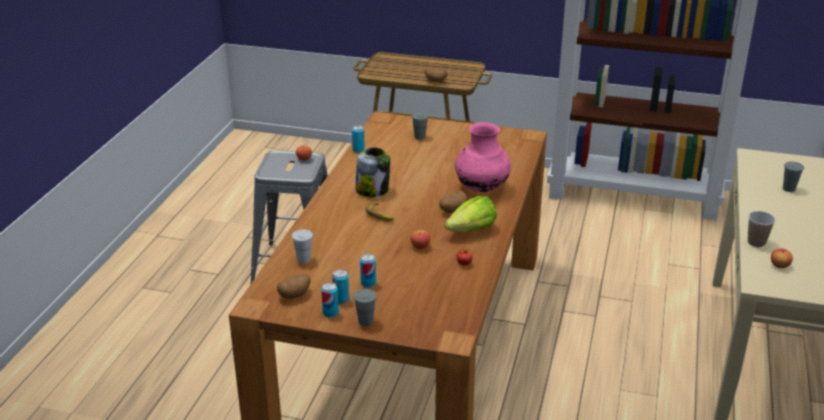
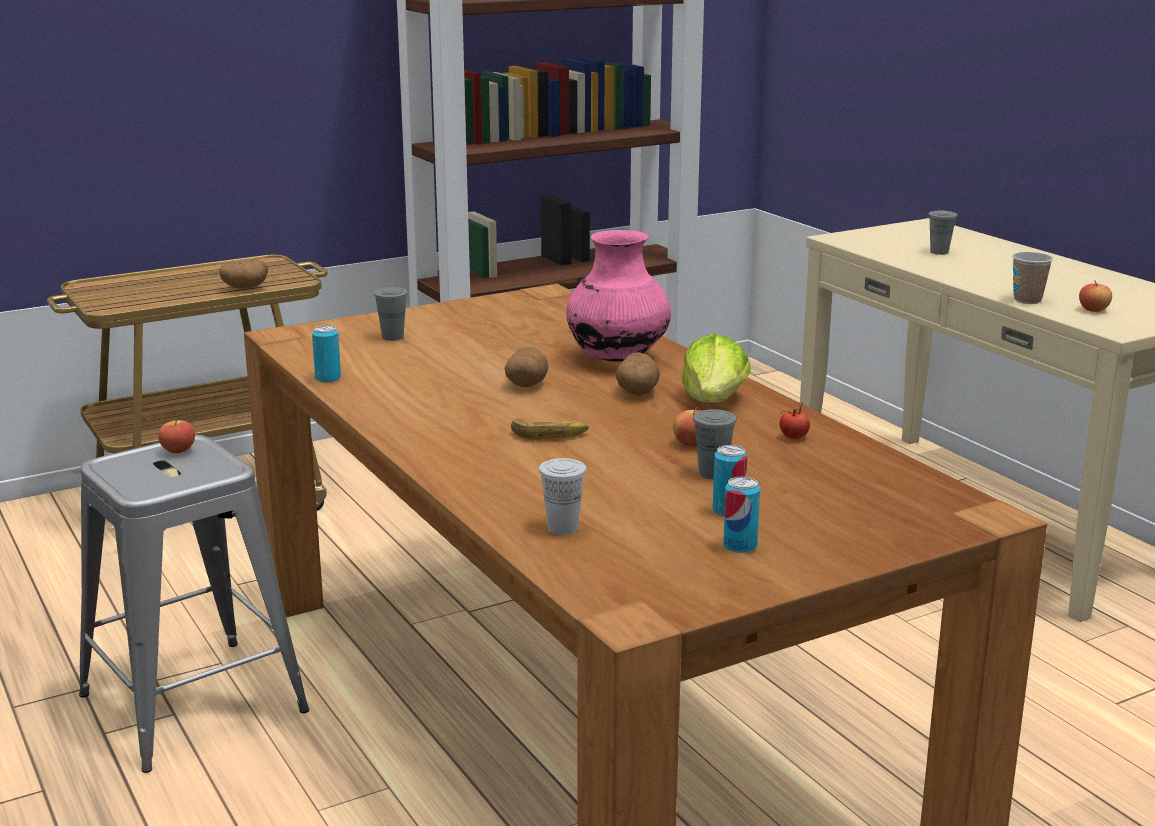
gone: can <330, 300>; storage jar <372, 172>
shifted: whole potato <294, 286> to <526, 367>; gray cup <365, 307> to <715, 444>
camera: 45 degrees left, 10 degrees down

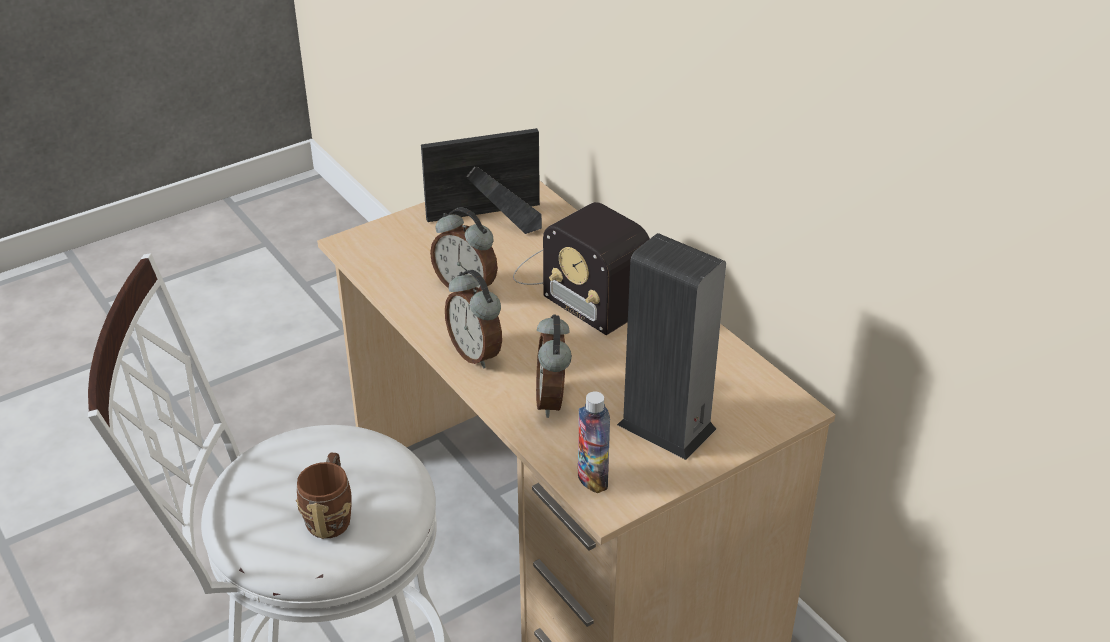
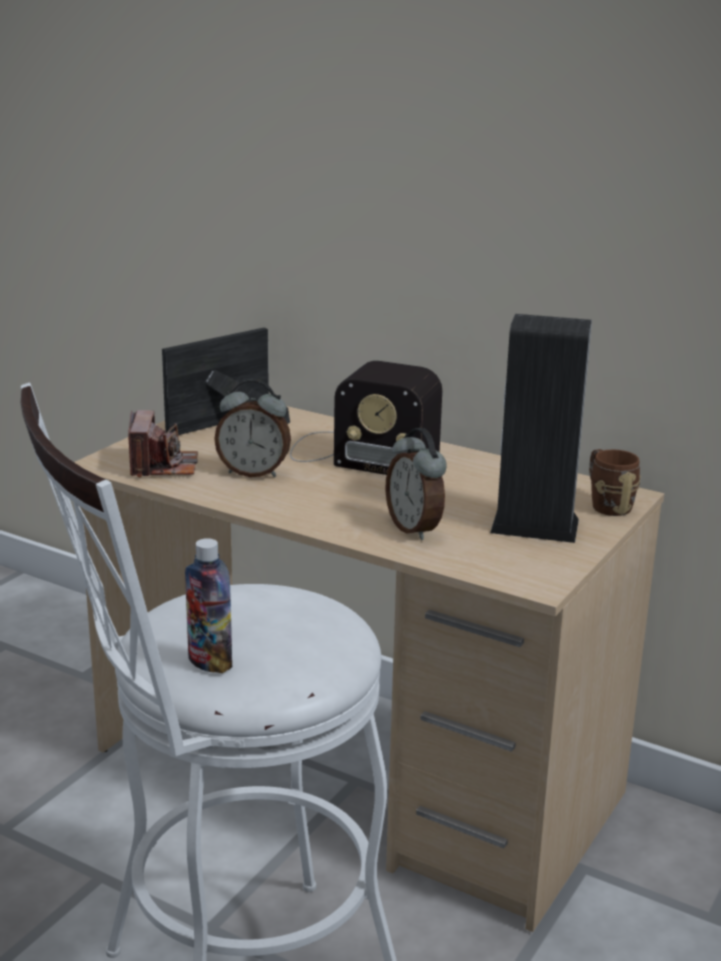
gone: bedside clock <473, 319>
new: still camera <163, 443>
shifted: brown-coloured tea mug <324, 496> to <615, 482>; beverage bottle <594, 442> to <208, 605>
camera: 25 degrees left, 15 degrees down

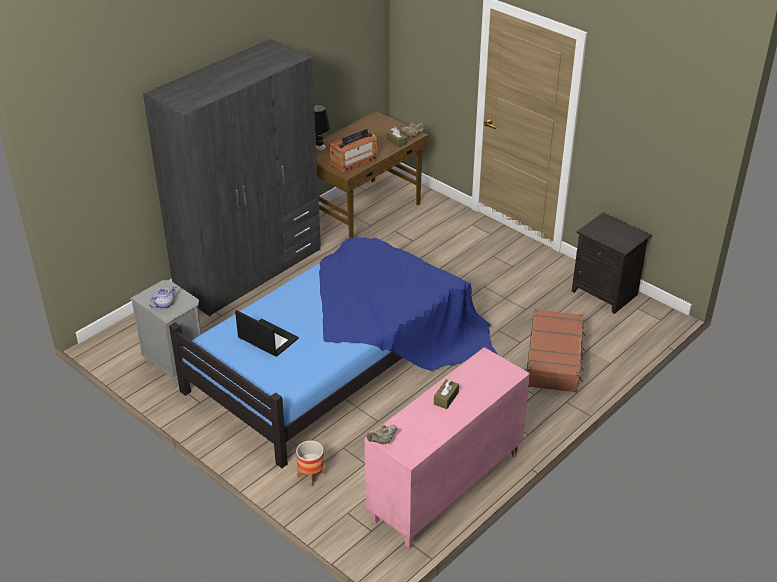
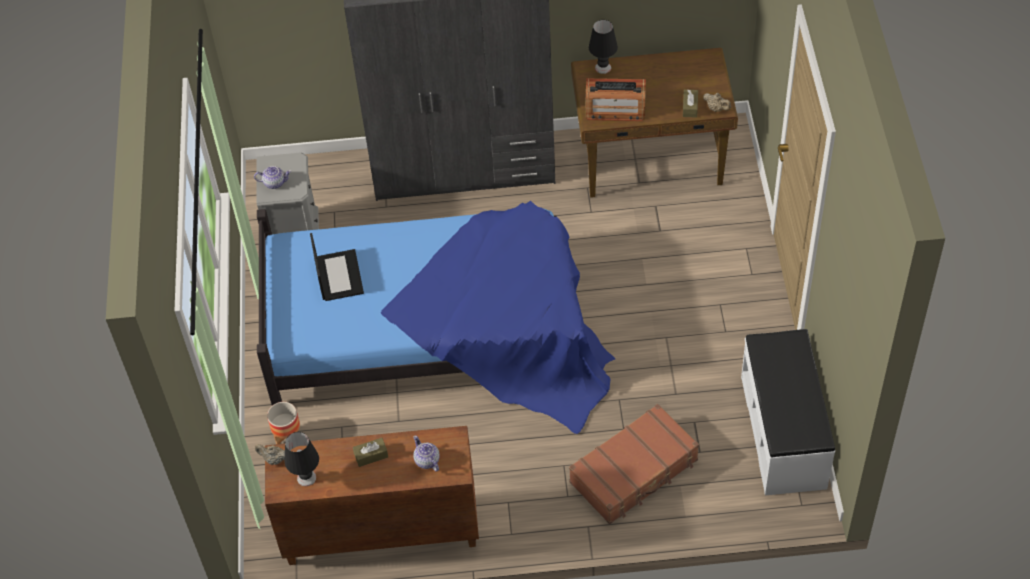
new: black tabletop lamp <302, 459>; teapot <426, 453>
swapped: black night table <611, 263> to white indoor bench <788, 412>
repainted: pink-coloured cupboard <447, 448> to brown-coloured cupboard <372, 495>
camera: 45 degrees right, 15 degrees up

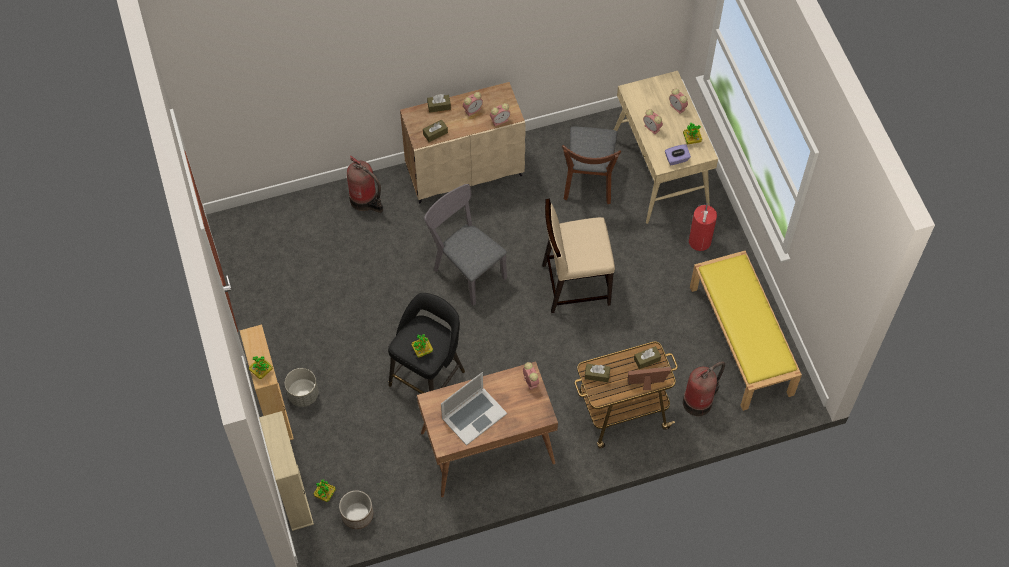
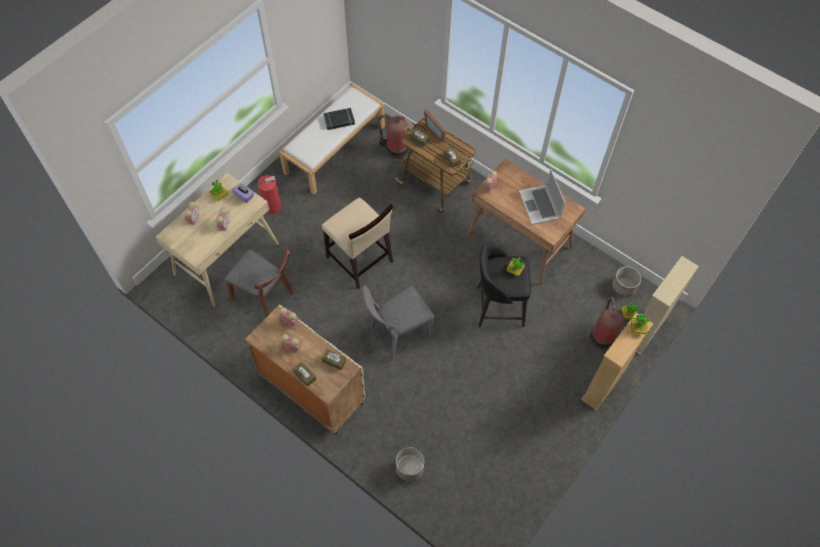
new: black bound book <339, 119>
shifted: gray plant pot <301, 387> to <410, 464>; fire extinguisher <365, 184> to <606, 323>
repainted: yellowish indoor bench <746, 331> to white indoor bench <332, 139>
rotated: gray plain chair <465, 245> = <398, 322> 45 degrees clockwise; notebook computer <474, 409> = <542, 197> 120 degrees counterclockwise; brown-coloured plain chair <591, 165> = <259, 282> 60 degrees clockwise
camera: 125 degrees left, 0 degrees up

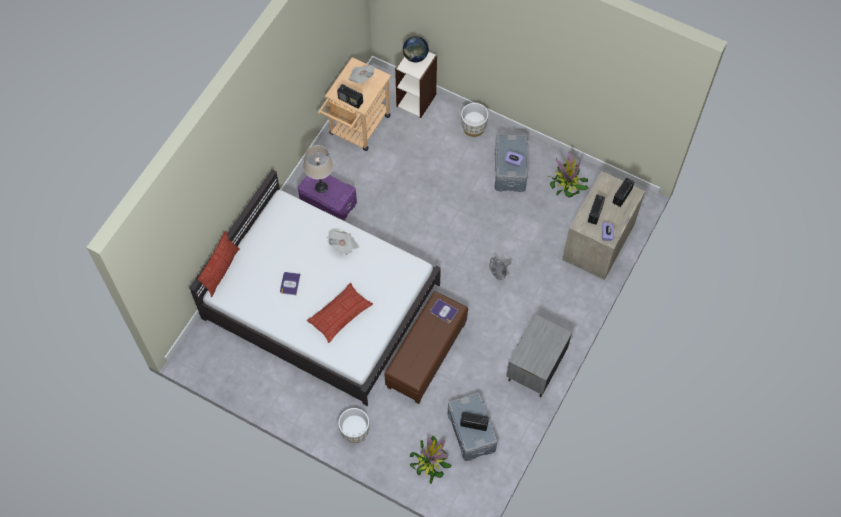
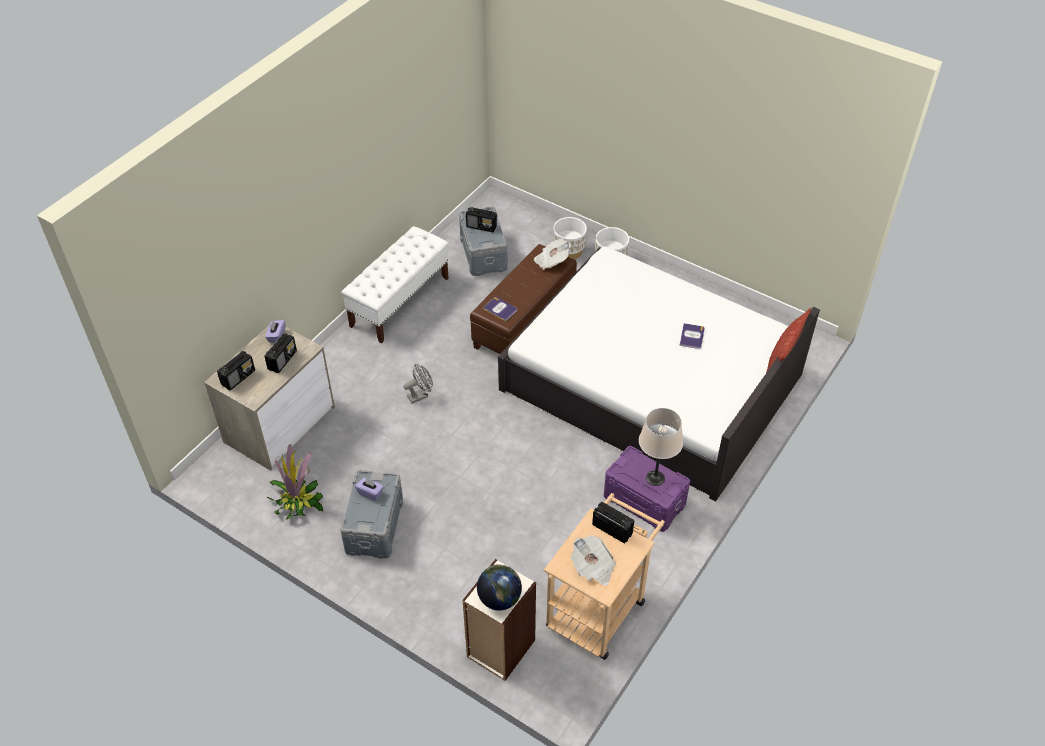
gone: cushion <340, 313>; potted plant <430, 459>
shifted: newspaper <343, 242> to <552, 254>; white plant pot <474, 120> to <570, 238>
swapped: gray night table <539, 355> to white indoor bench <395, 285>
camera: 175 degrees left, 15 degrees down

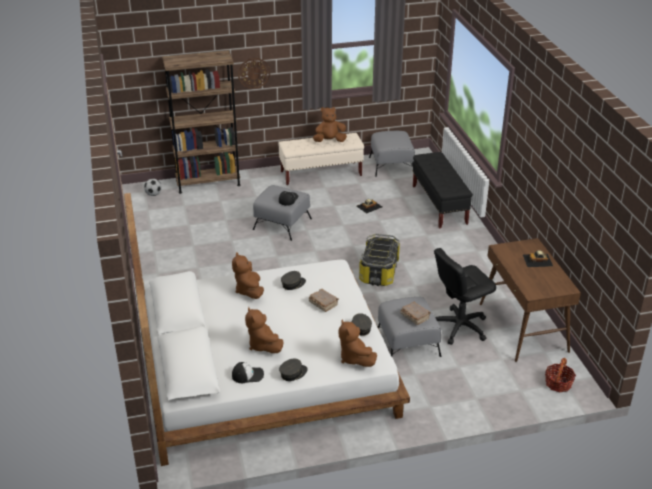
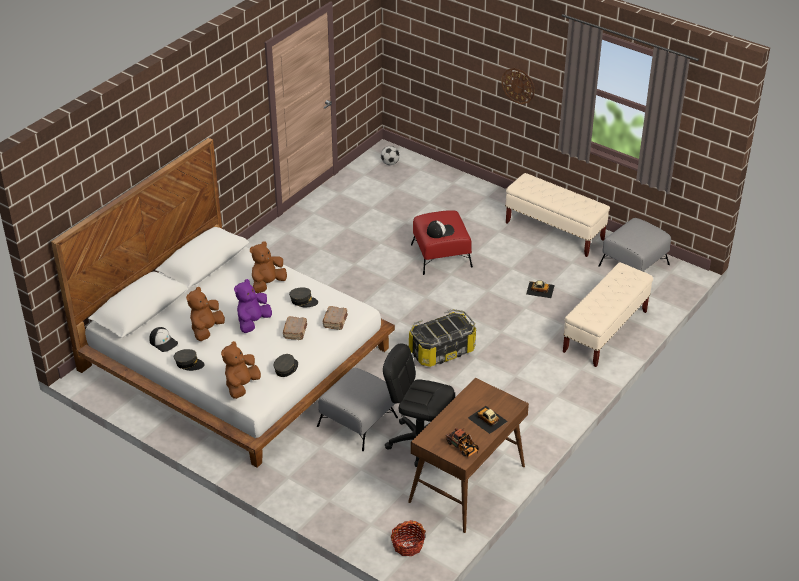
gone: brown-coloured bookshelf <201, 122>; brown-coloured soft toy <330, 124>
new: purple soft toy <253, 306>; model truck <462, 442>
shifted: brown-coloured bound book <415, 313> to <335, 318>
repainted: gray pouffe <282, 213> to red pouffe <442, 242>; black indoor bench <443, 190> to beige indoor bench <608, 315>
camera: 50 degrees right, 5 degrees up

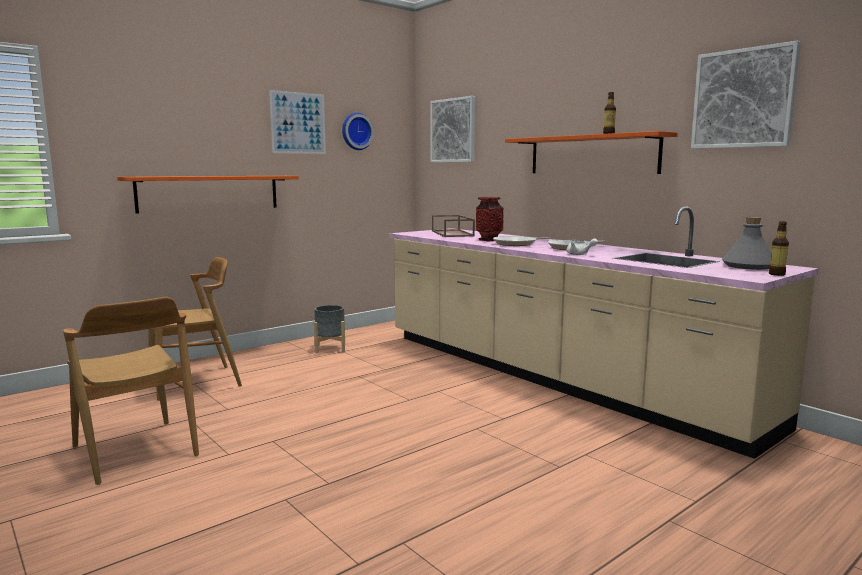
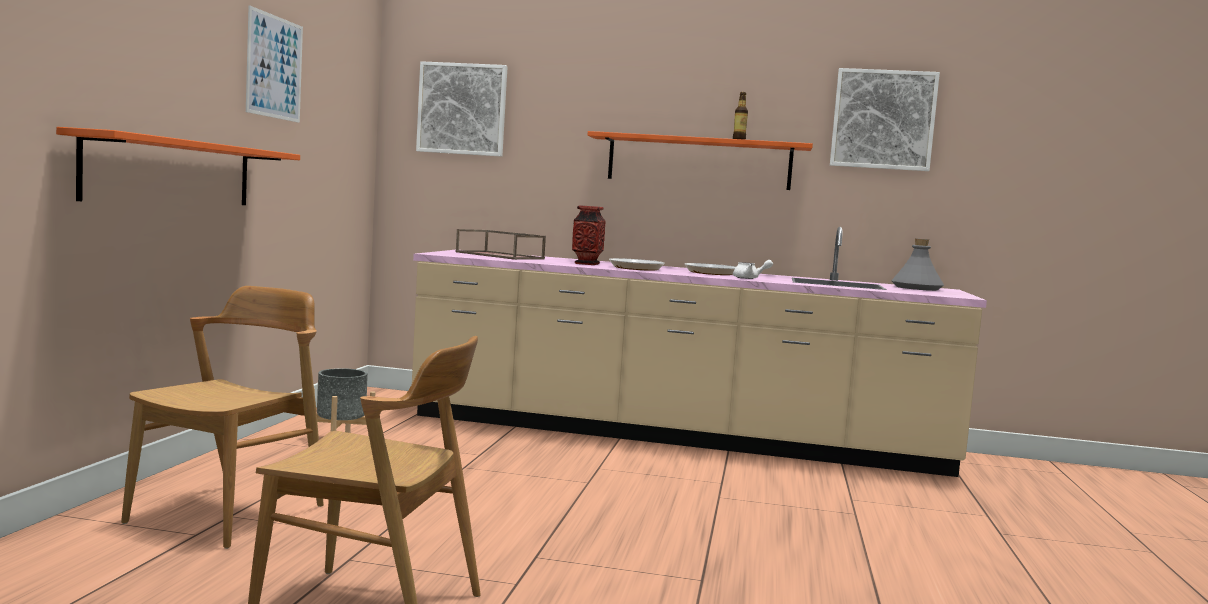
gone: wall clock <358, 131>; beverage bottle <779, 248>
camera: 40 degrees left, 5 degrees down

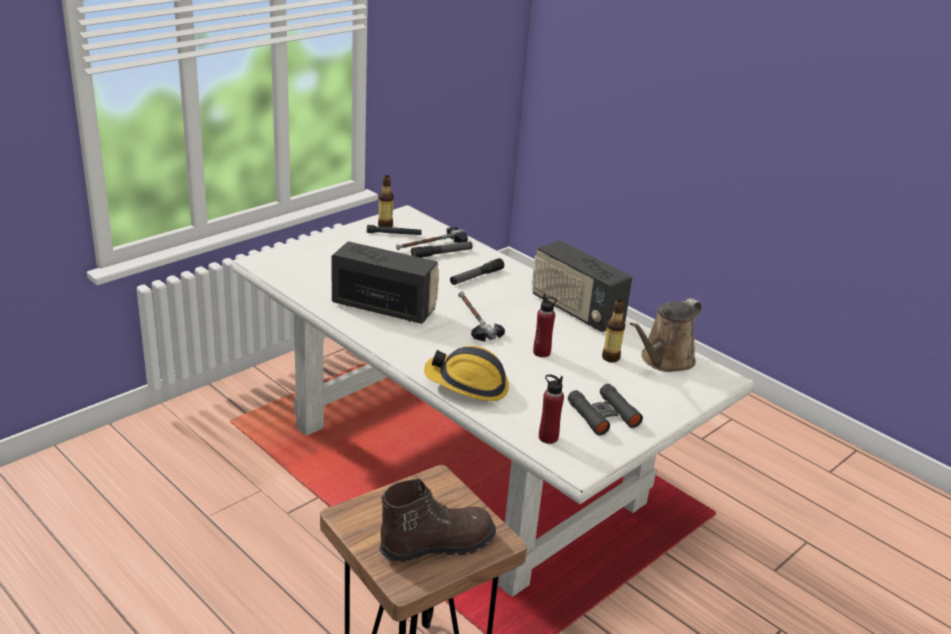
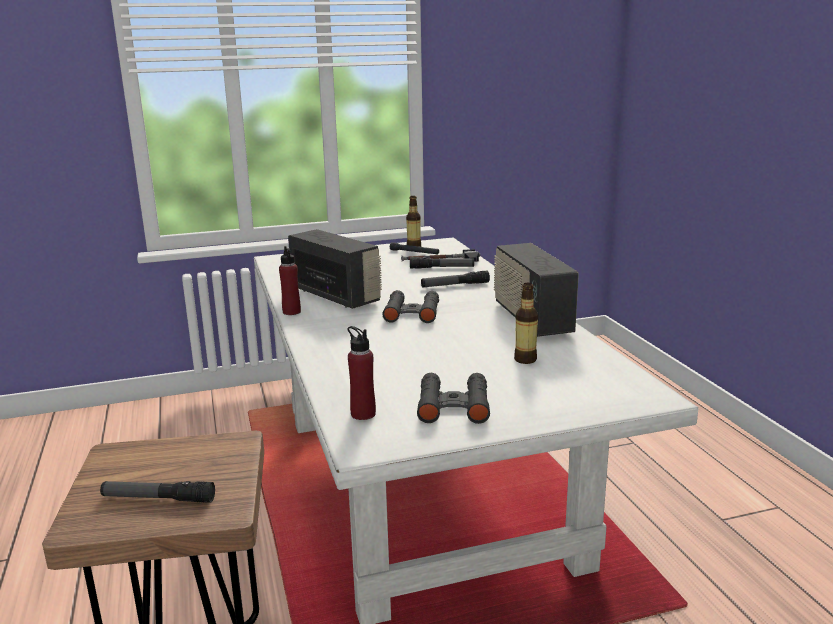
gone: work helmet <466, 373>; brown-coloured sprinkling can <666, 335>
shifted: red beverage bottle <545, 325> to <290, 280>
swapped: brown-coloured boot <437, 520> to hand torch <157, 492>; hammer <481, 316> to black pair of binoculars <410, 306>
camera: 30 degrees right, 10 degrees down

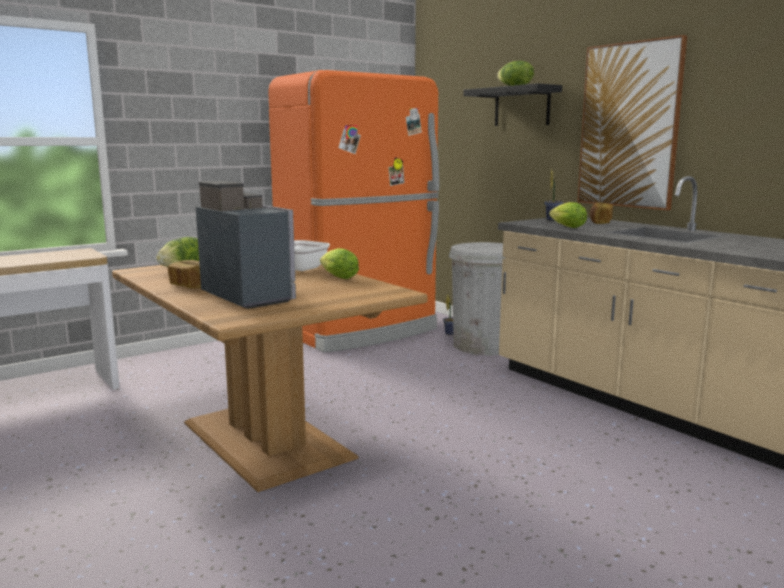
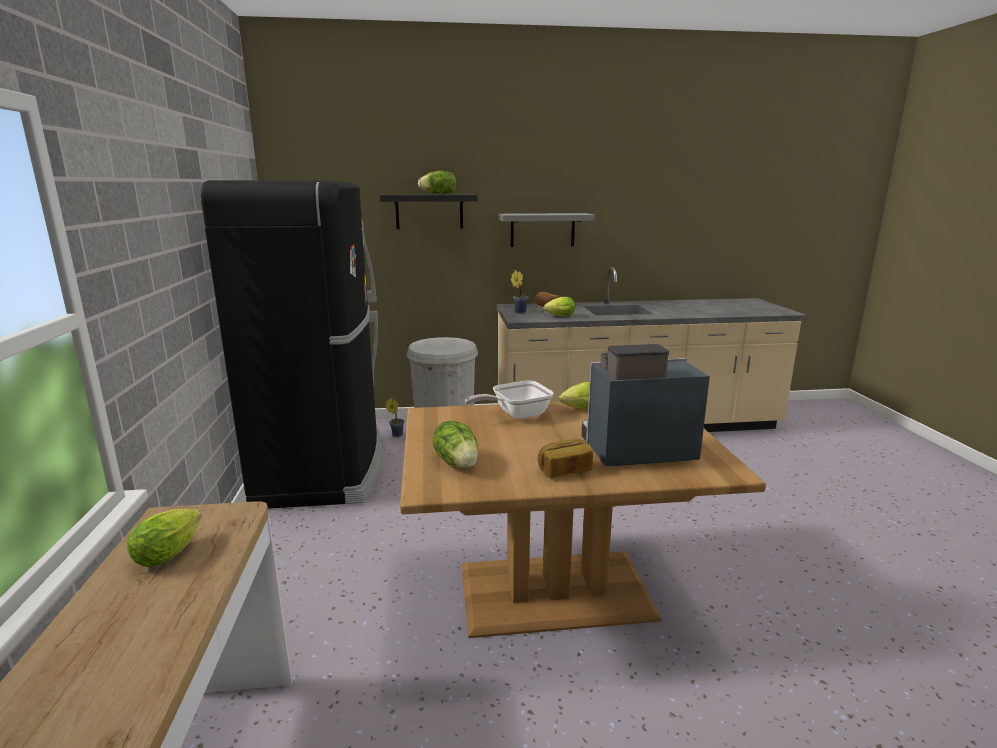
new: lettuce head <164, 538>
swapped: wall picture <632, 122> to gray shelf <547, 230>
repainted: orange kitchen fridge <353, 211> to black kitchen fridge <291, 344>
camera: 60 degrees left, 5 degrees up

